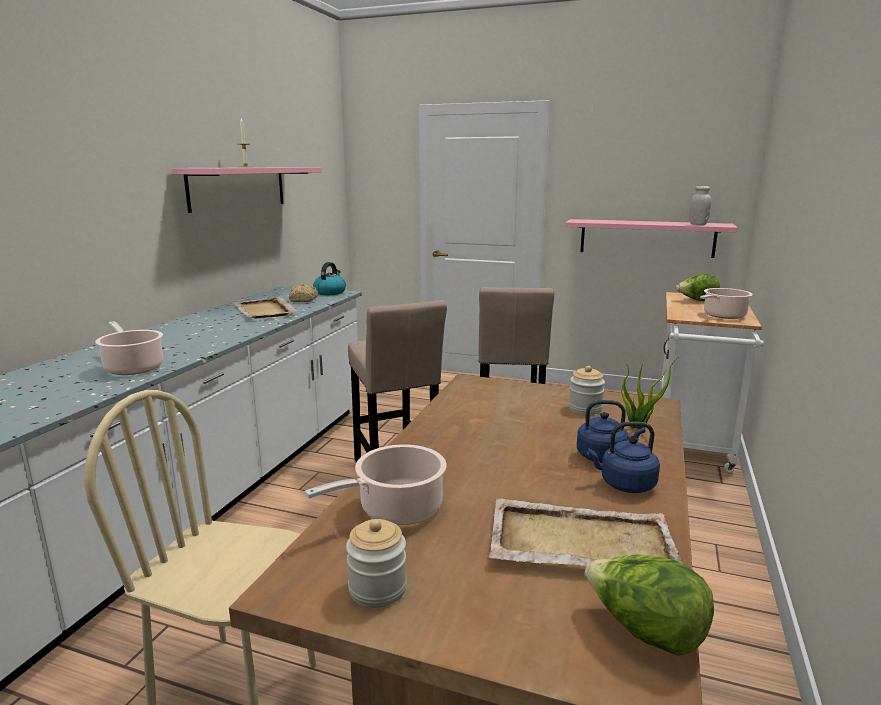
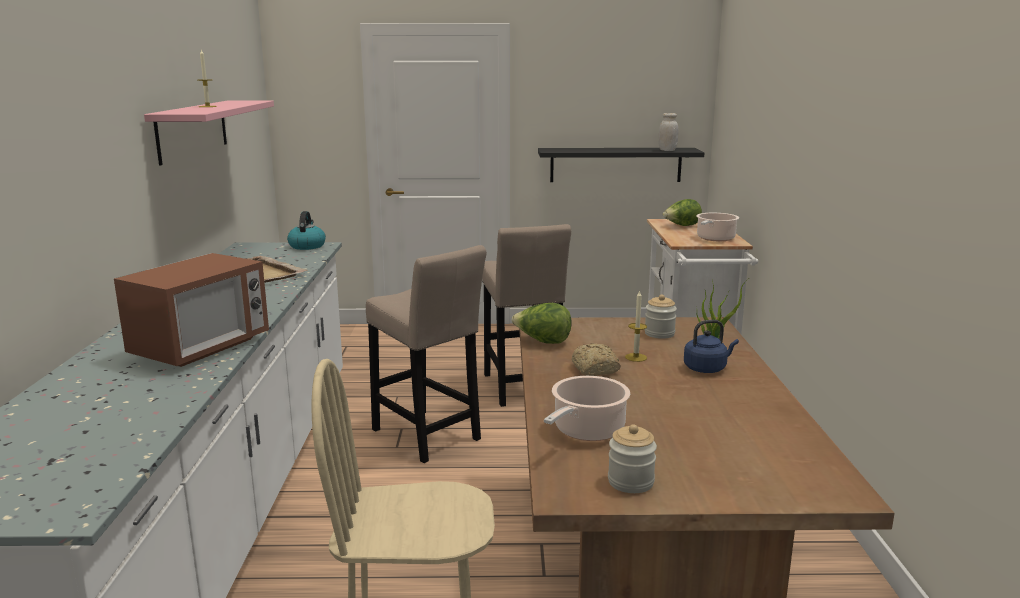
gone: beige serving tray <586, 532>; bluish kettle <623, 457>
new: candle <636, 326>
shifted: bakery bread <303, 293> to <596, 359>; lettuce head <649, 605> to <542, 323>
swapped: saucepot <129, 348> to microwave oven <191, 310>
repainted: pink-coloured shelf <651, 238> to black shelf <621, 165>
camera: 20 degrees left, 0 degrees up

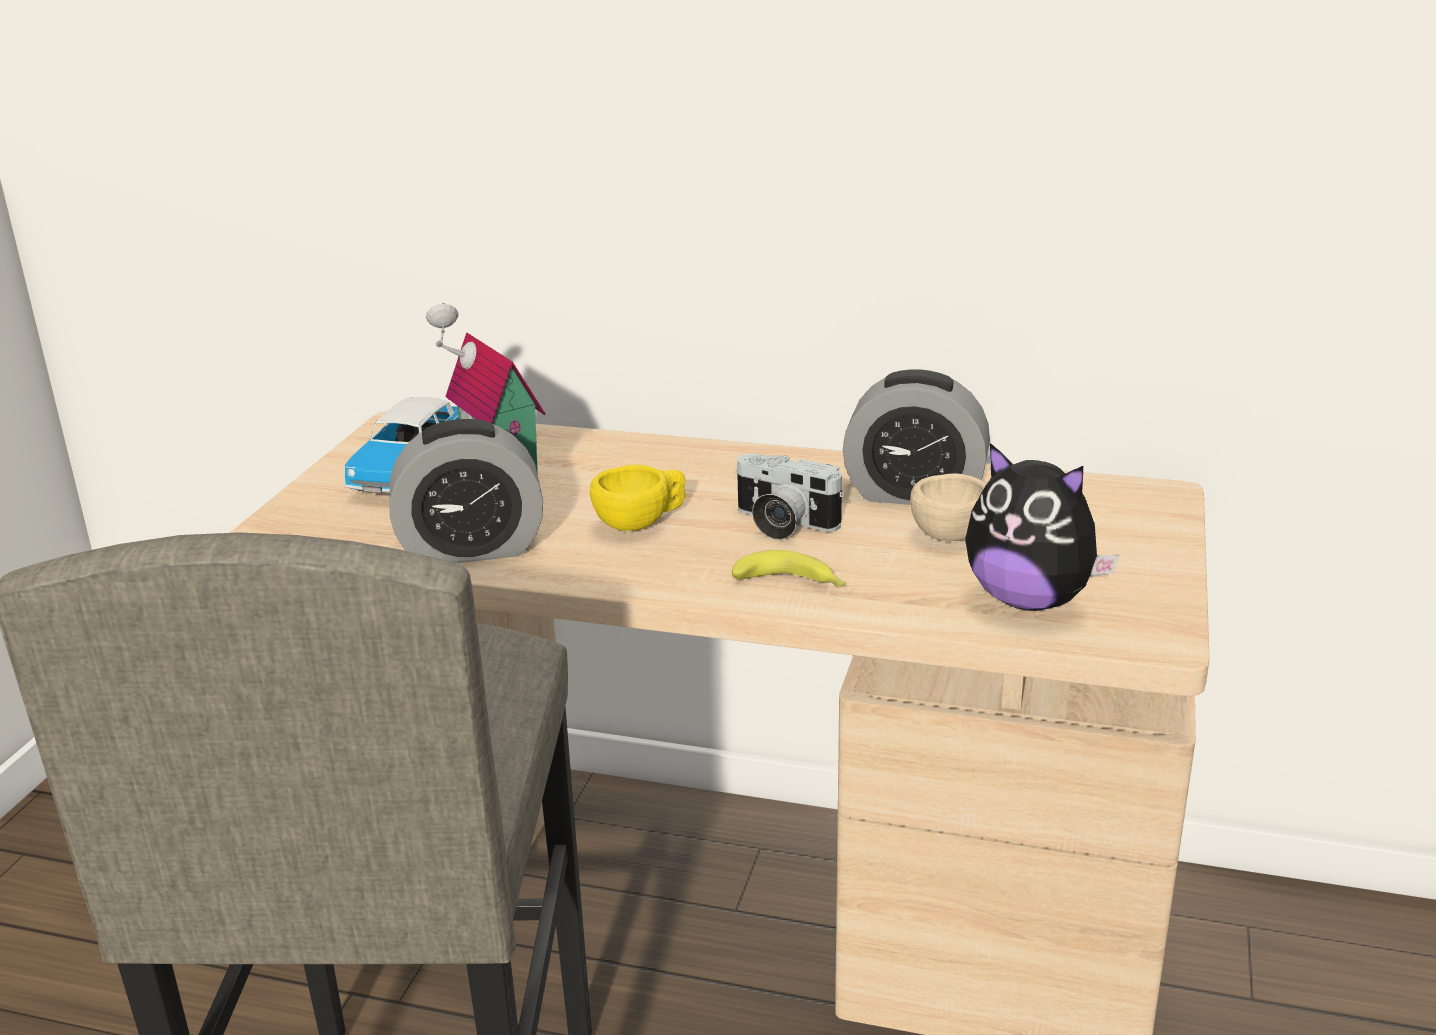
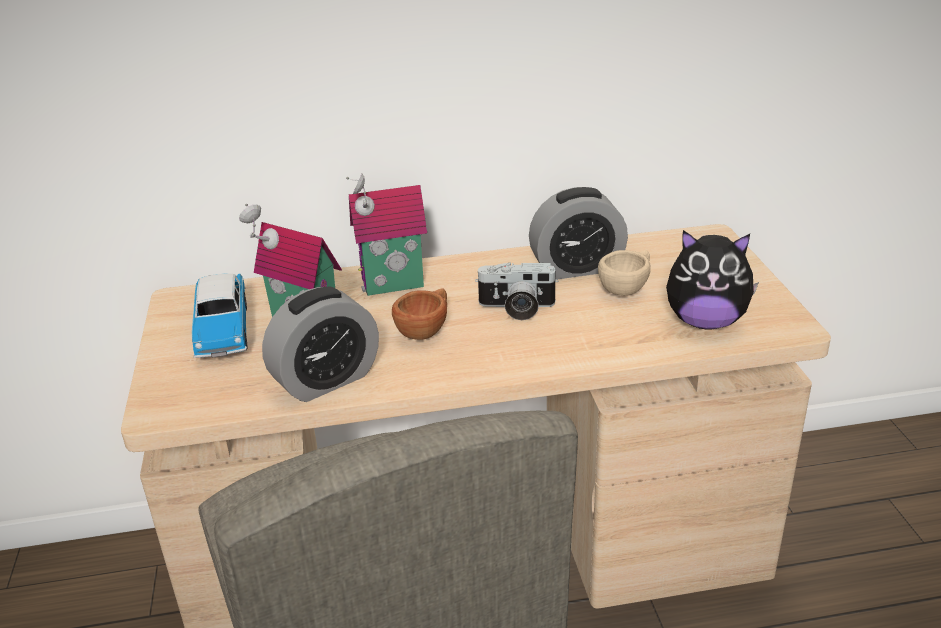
gone: whole banana <789, 568>
new: miniature house <386, 235>
repainted: yellowish cup <637, 497> to brown-coloured cup <419, 314>
camera: 25 degrees left, 5 degrees up

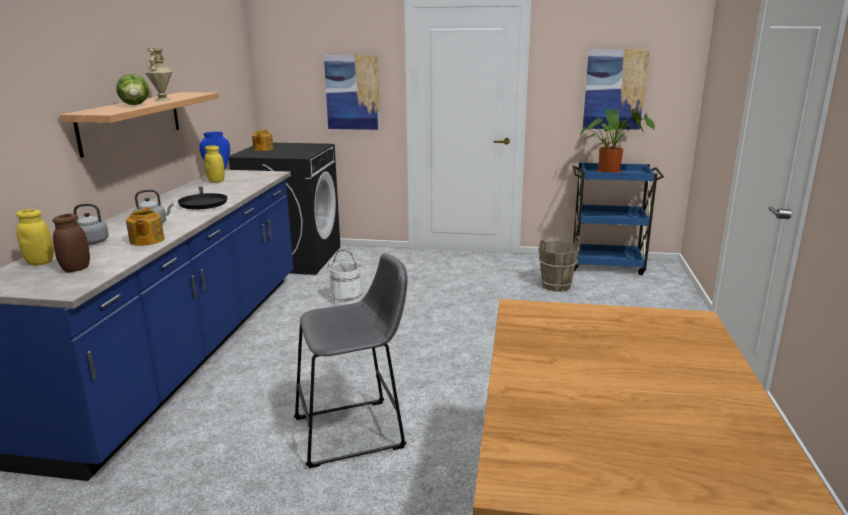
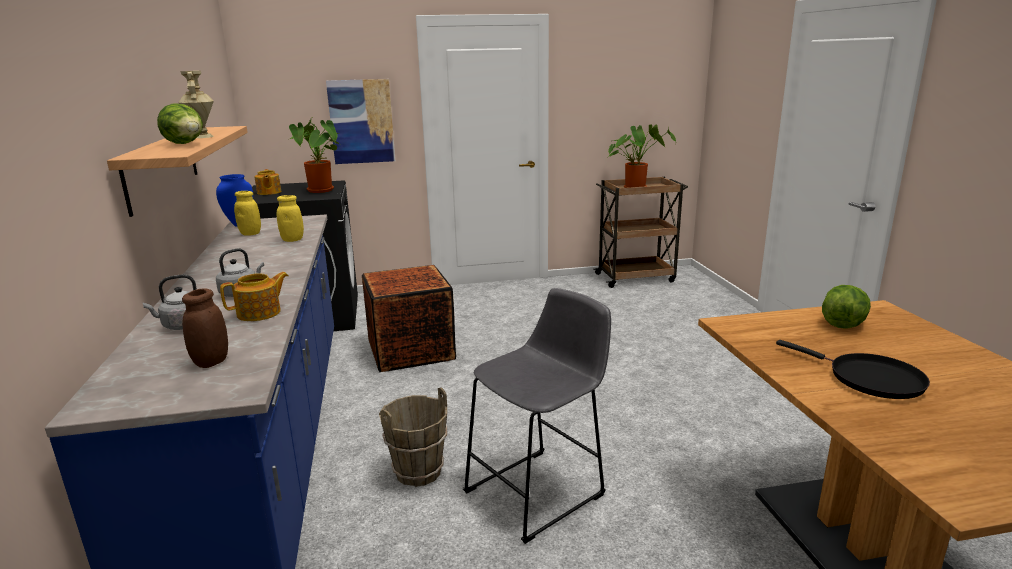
gone: wall picture <616, 89>
new: potted plant <314, 155>; lettuce head <846, 307>
shifted: yellowish storage jar <35, 237> to <290, 218>; black frying pan <202, 198> to <853, 369>; brown-coloured water bucket <559, 264> to <413, 437>
swapped: white water bucket <345, 277> to packing crate <409, 318>
repainted: bluish cart <618, 218> to brown-coloured cart <640, 232>
rotated: teapot <145, 226> = <254, 296> 90 degrees counterclockwise
camera: 20 degrees left, 0 degrees up

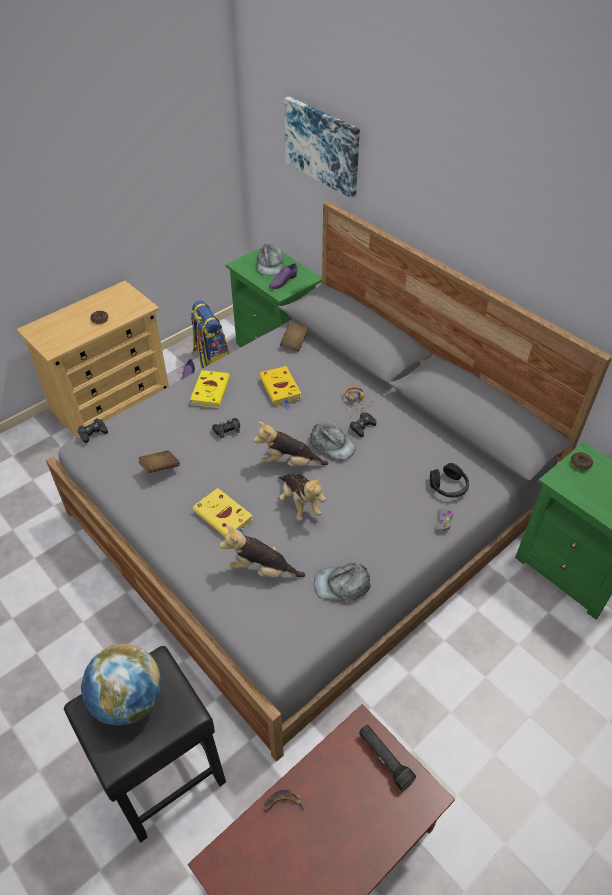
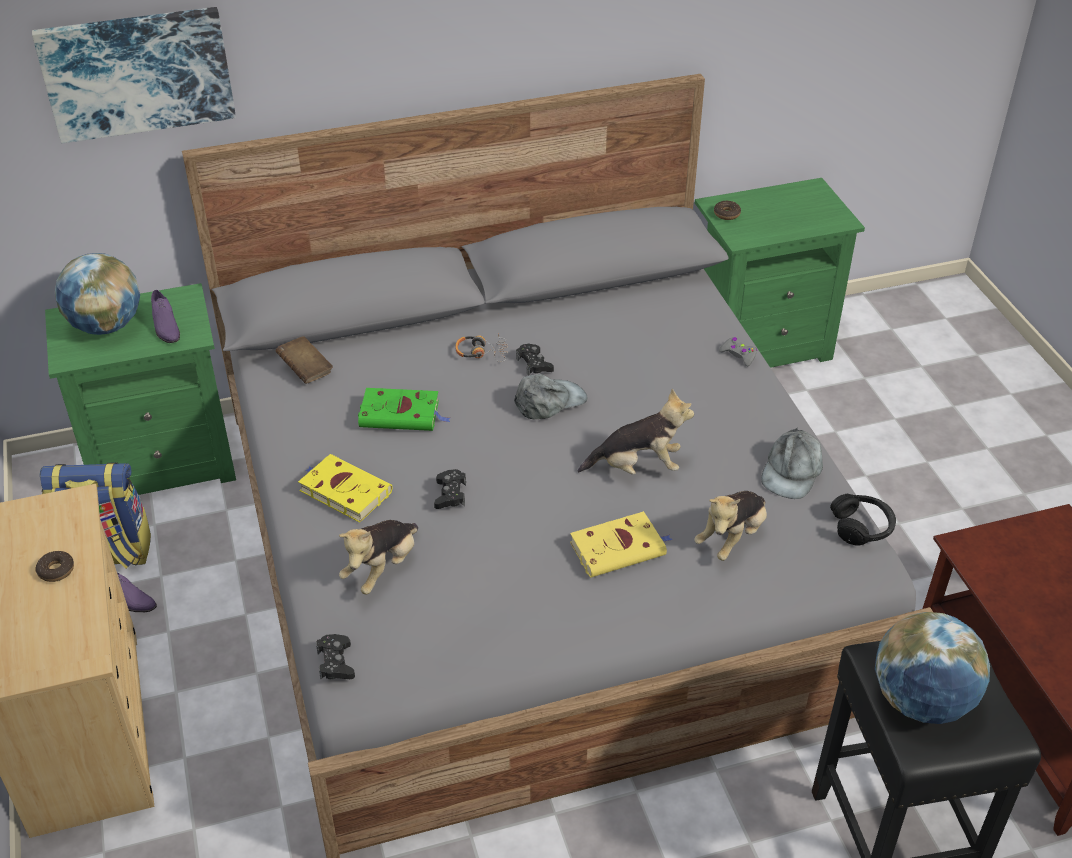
gone: brown-coloured bound book <159, 461>; whole banana <284, 801>; black hand torch <387, 758>
shifted: soft toy <290, 444> to <378, 557>; black headset <449, 480> to <863, 520>
swapped: gray baseball cap <270, 259> to world globe <97, 294>
repainted: yellowish bound book <280, 387> to green-coloured bound book <404, 409>
camera: 65 degrees left, 5 degrees down

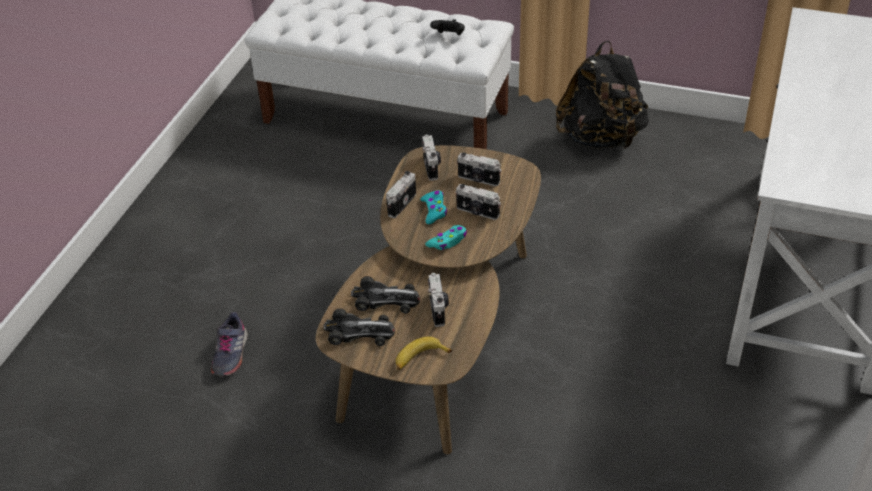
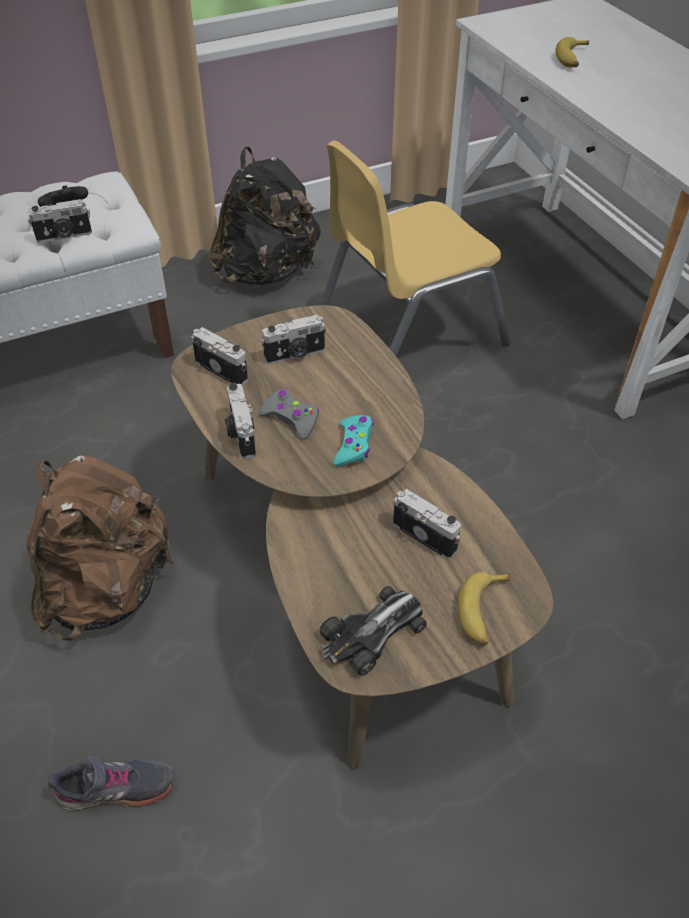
gone: toy car <385, 294>
new: brown-coloured backpack <100, 548>; yellowish plain chair <415, 248>; whole banana <572, 52>
shifted: still camera <478, 202> to <60, 221>
repainted: turquoise-coloured gamepad <433, 207> to gray gamepad <289, 414>
rotated: gray item of footwear <229, 344> = <111, 783> 60 degrees counterclockwise
camera: 45 degrees left, 5 degrees up

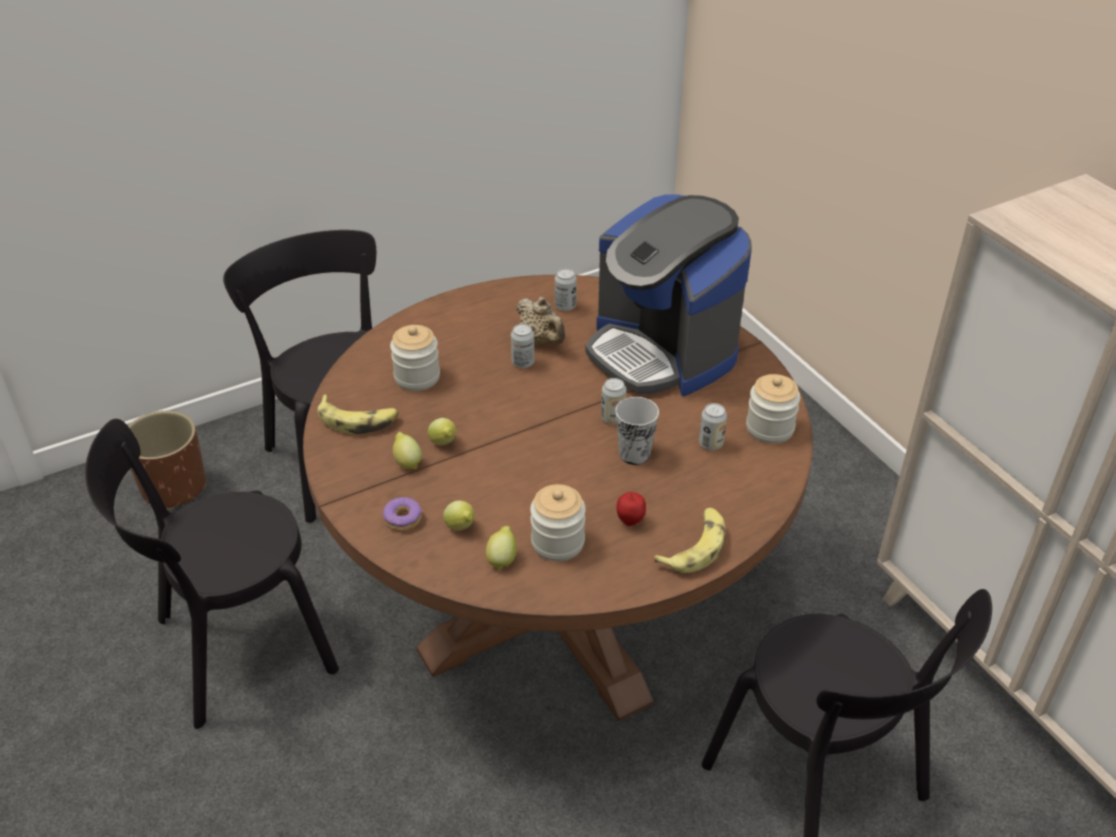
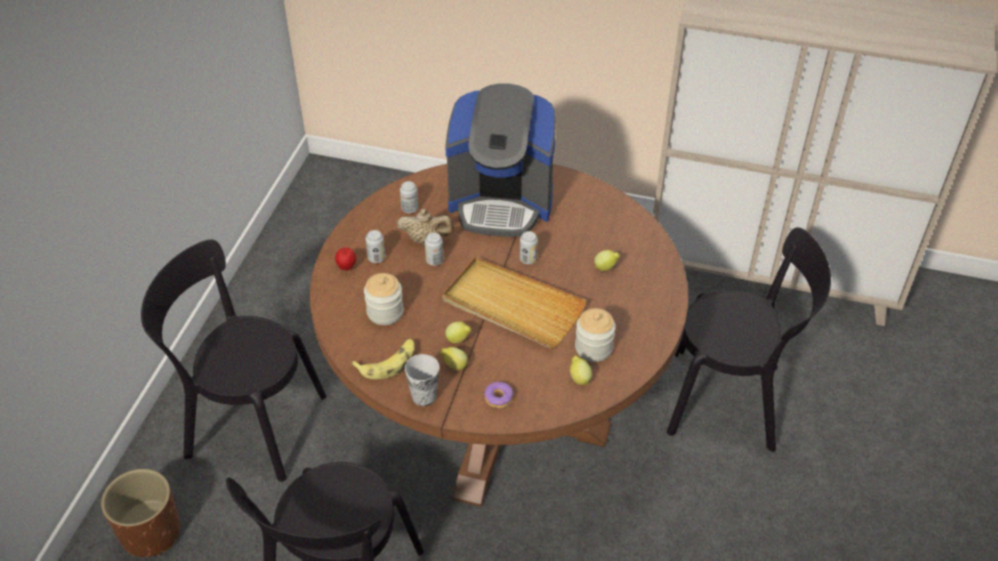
gone: whole banana <690, 540>; storage jar <773, 409>
new: beige serving tray <515, 303>
shifted: lemon <458, 516> to <607, 260>; cup <637, 431> to <422, 380>; apple fruit <631, 509> to <345, 259>; can <713, 426> to <375, 246>
camera: 45 degrees left, 5 degrees up

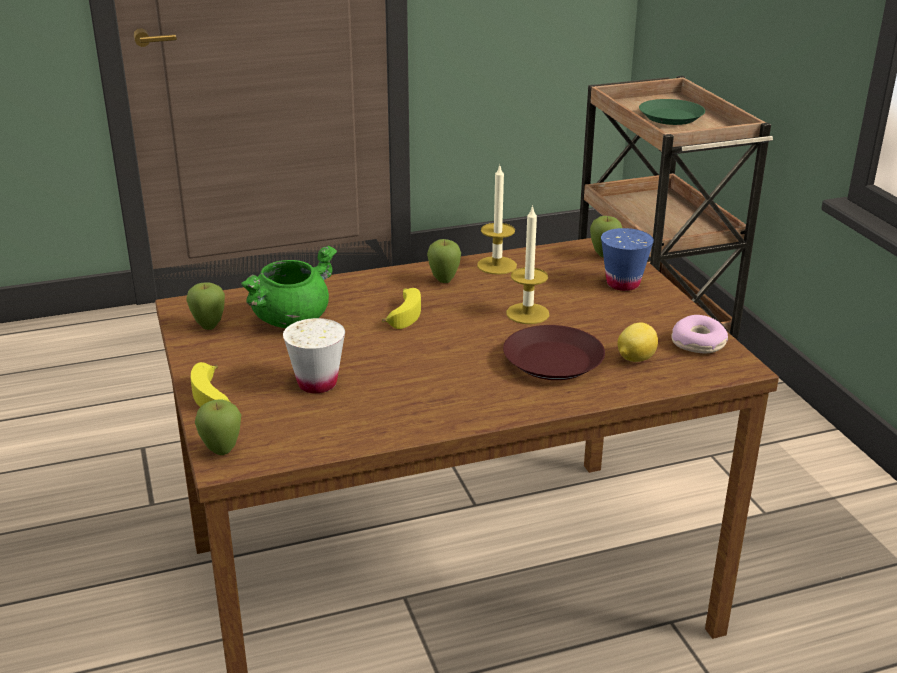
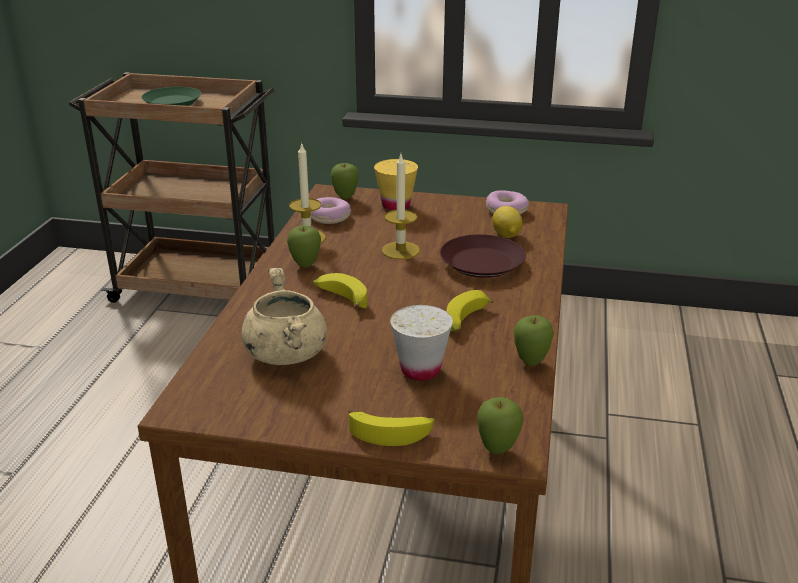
new: ring doughnut <330, 210>; whole banana <470, 311>
shifted: apple fruit <206, 306> to <534, 340>
repainted: green-coloured saucepot <289, 286> to beige saucepot <284, 316>; bluish cup <627, 259> to yellowish cup <396, 185>
camera: 60 degrees left, 0 degrees up

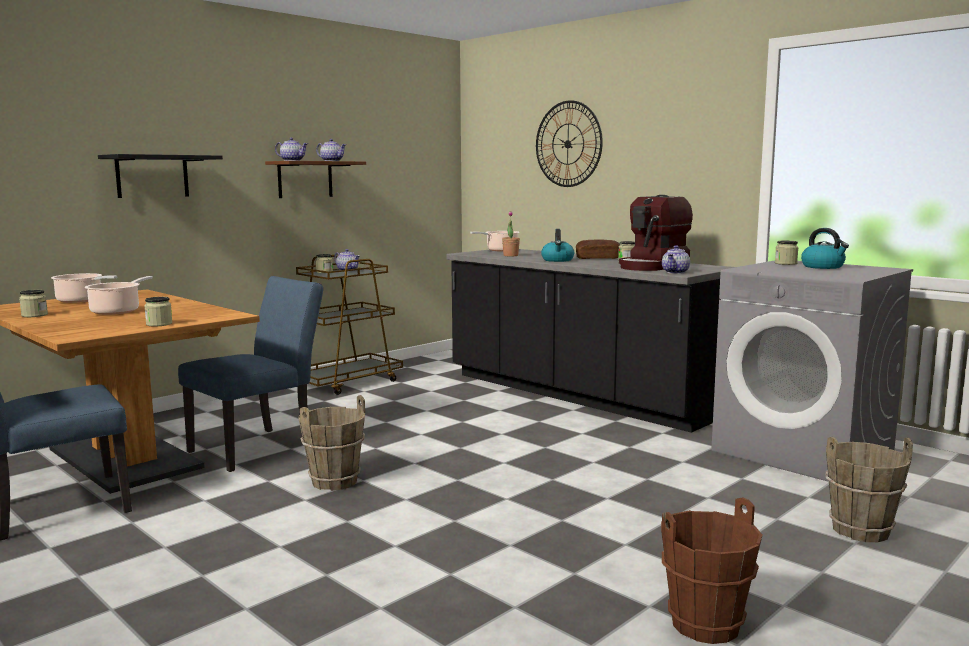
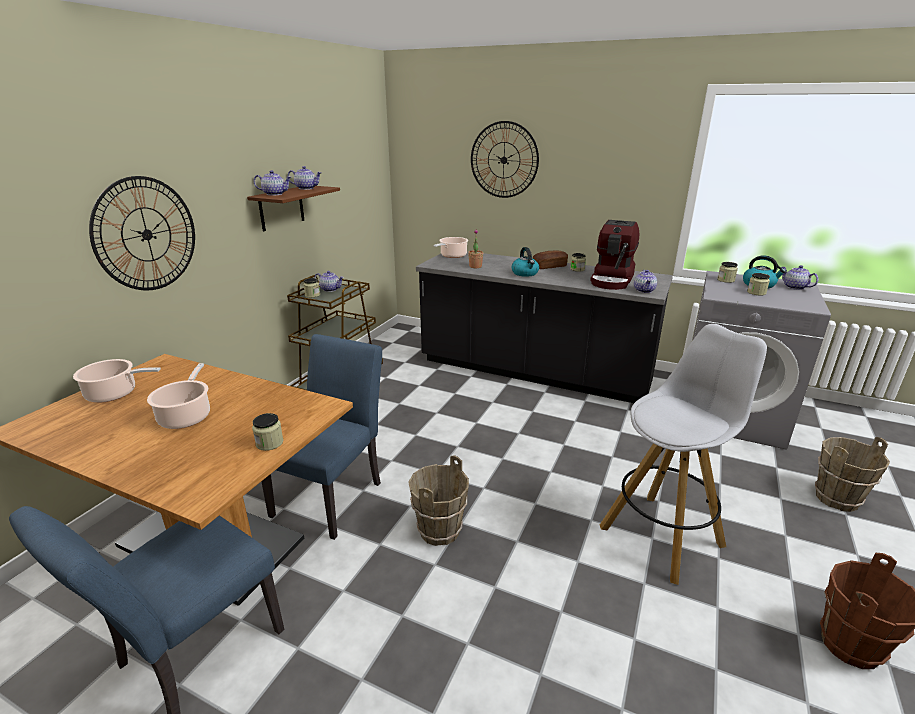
new: white stool <683, 454>; teapot <800, 277>
shifted: storage jar <33, 303> to <758, 284>
swapped: black shelf <160, 176> to wall clock <142, 233>
camera: 20 degrees left, 15 degrees up

